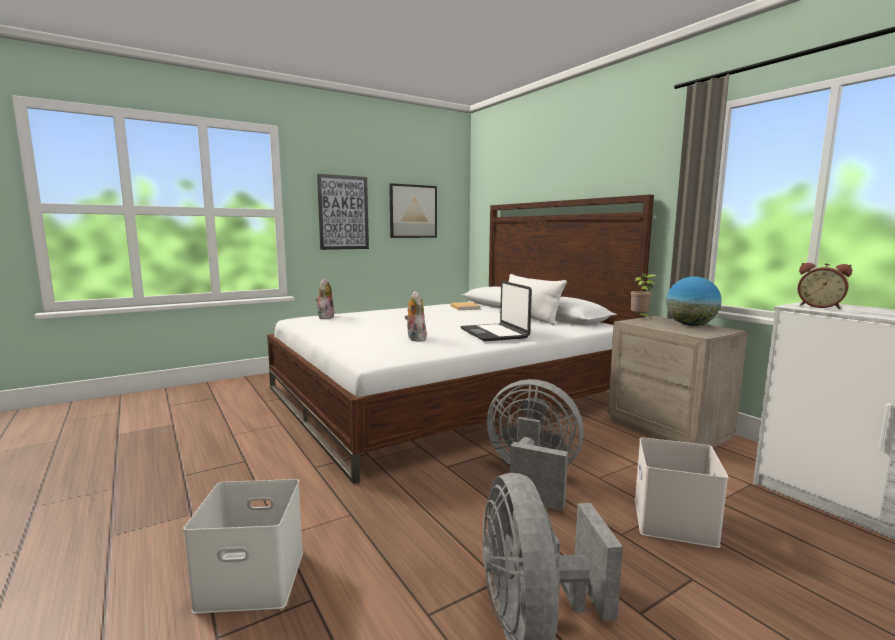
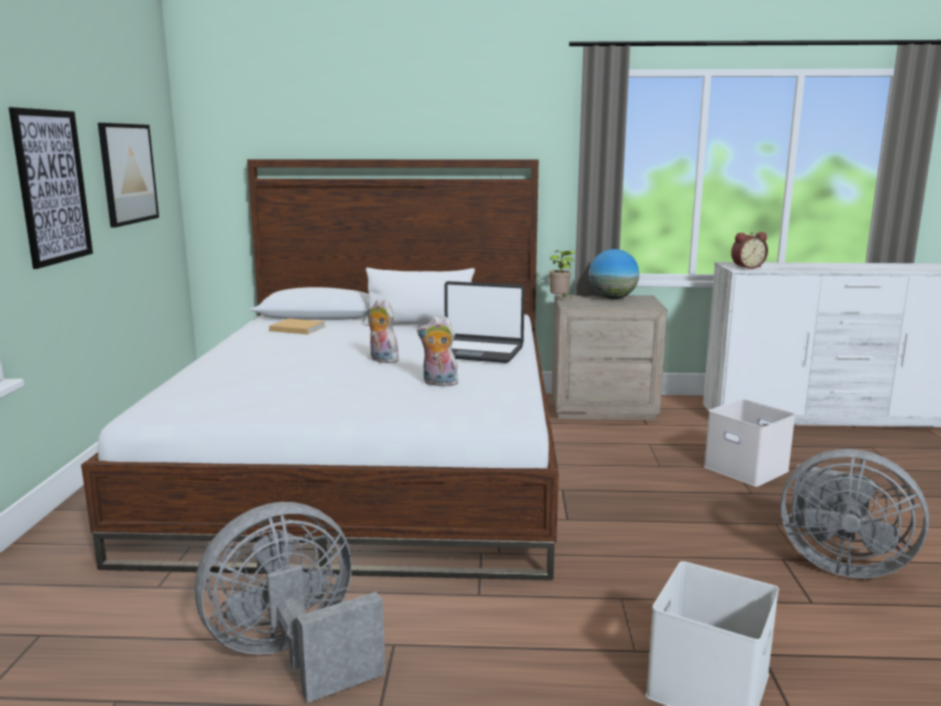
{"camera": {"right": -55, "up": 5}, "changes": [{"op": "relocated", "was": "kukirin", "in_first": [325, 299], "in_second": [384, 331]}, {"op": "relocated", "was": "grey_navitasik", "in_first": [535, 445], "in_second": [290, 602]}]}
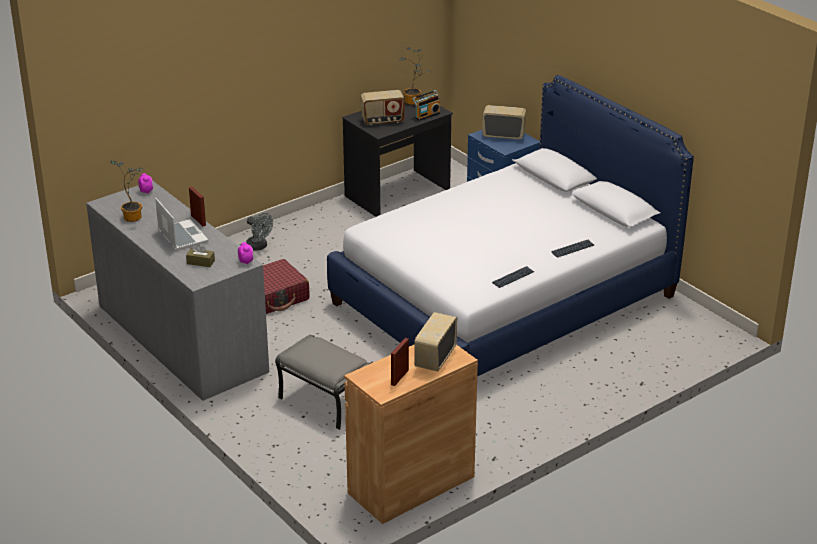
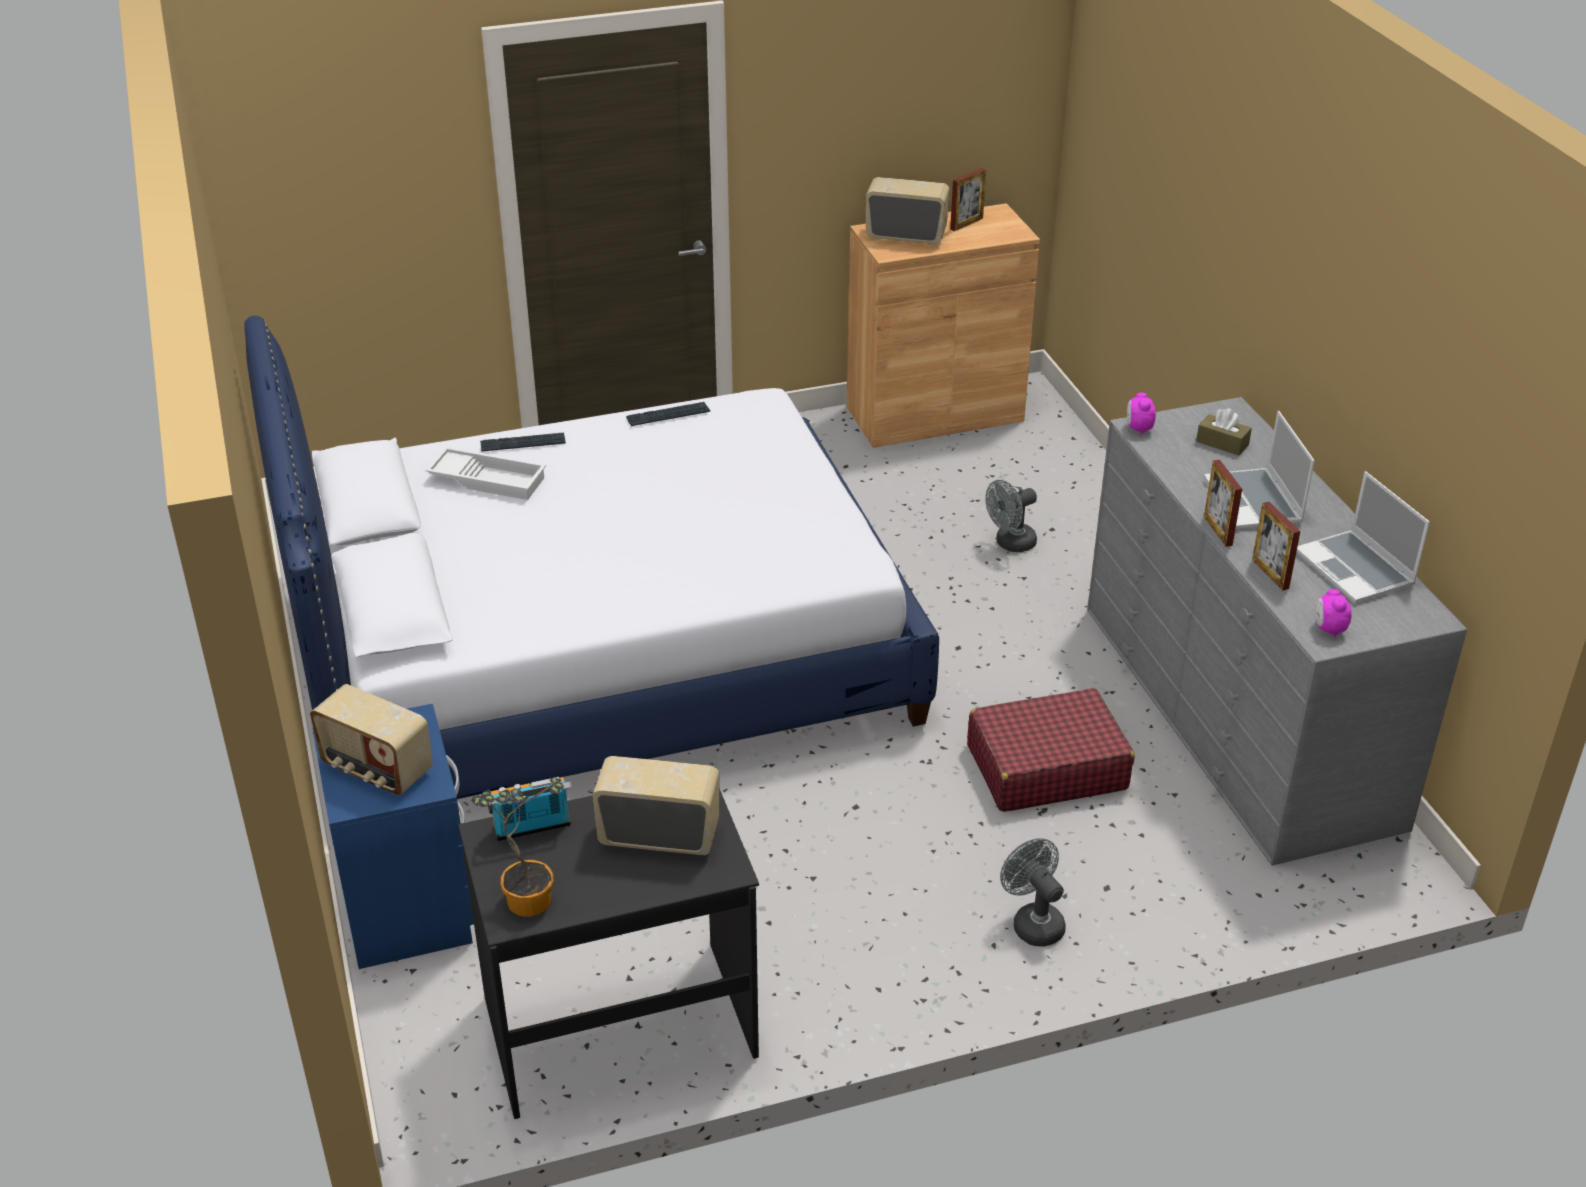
{"camera": {"right": -160, "up": 5}, "changes": [{"op": "appeared", "now": "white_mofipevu", "in_second": [485, 473]}, {"op": "appeared", "now": "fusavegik", "in_second": [1276, 546]}, {"op": "exchanged", "was": "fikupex", "now": "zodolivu", "in_first": [126, 191], "in_second": [1363, 537]}, {"op": "exchanged", "was": "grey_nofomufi", "now": "grey_navitasik", "in_first": [322, 382], "in_second": [1011, 516]}, {"op": "spun", "was": "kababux", "in_first": [435, 342], "in_second": [908, 210], "clockwise": -120}]}
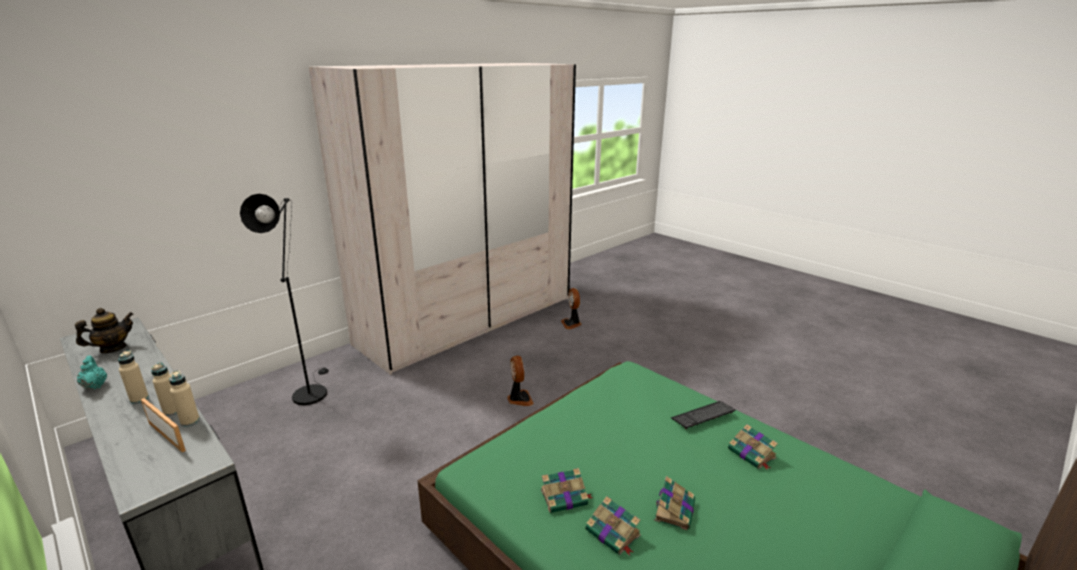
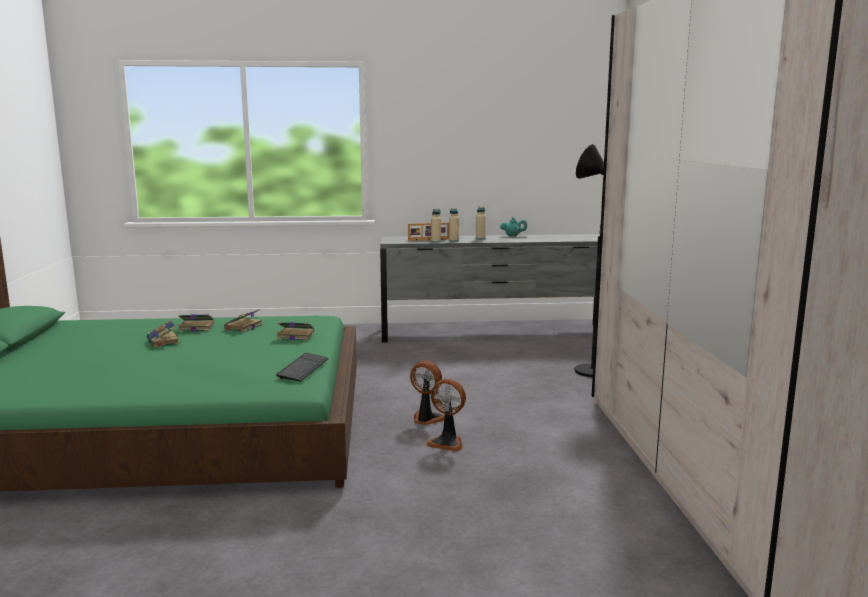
{"camera": {"right": 130, "up": -10}, "changes": [{"op": "missing", "was": "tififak", "in_first": [104, 330]}, {"op": "relocated", "was": "navitasik", "in_first": [571, 308], "in_second": [427, 392]}, {"op": "relocated", "was": "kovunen", "in_first": [703, 415], "in_second": [302, 367]}, {"op": "relocated", "was": "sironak", "in_first": [753, 447], "in_second": [295, 331]}]}
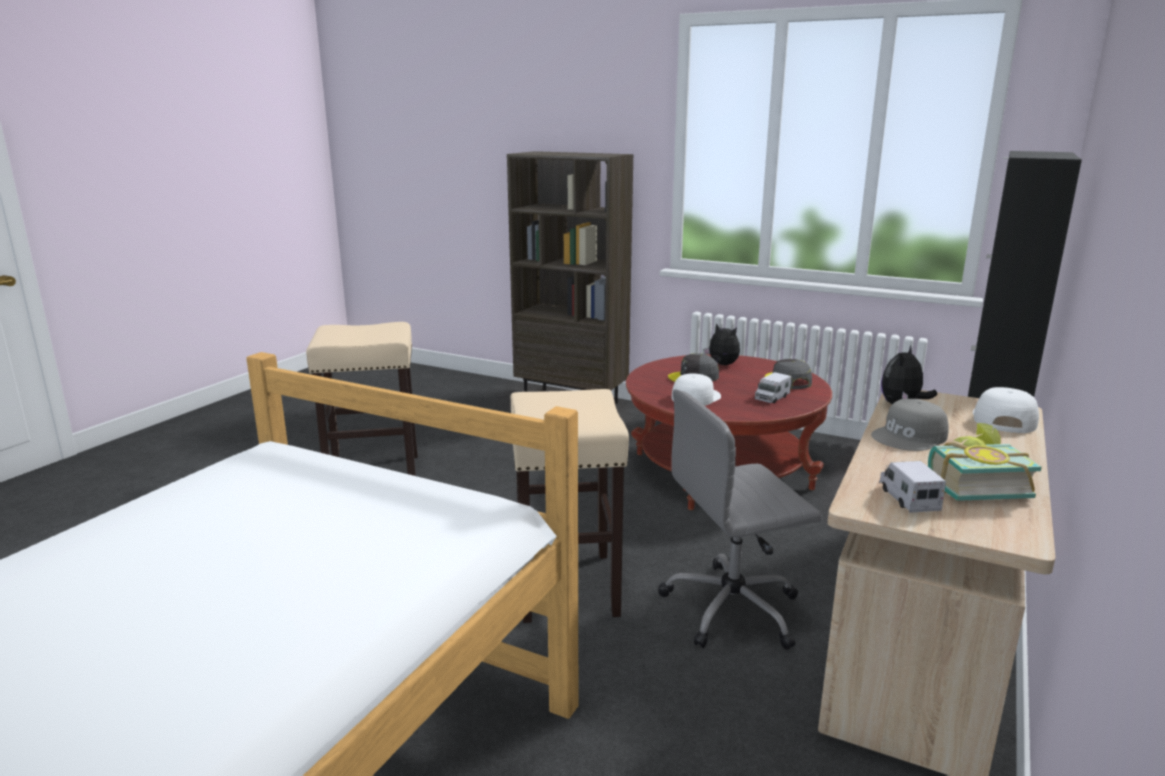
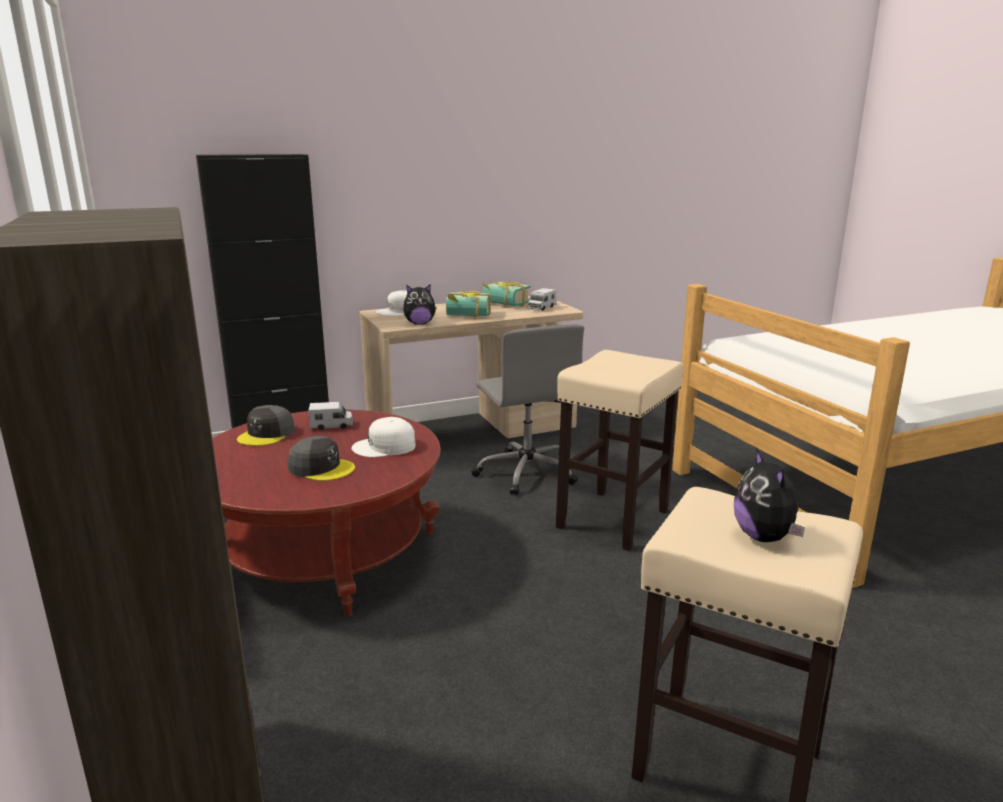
{"camera": {"right": -140, "up": 0}, "changes": [{"op": "relocated", "was": "kukirin", "in_first": [721, 344], "in_second": [769, 495]}, {"op": "exchanged", "was": "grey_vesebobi", "now": "sironak", "in_first": [910, 425], "in_second": [468, 304]}, {"op": "spun", "was": "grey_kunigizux", "in_first": [740, 519], "in_second": [527, 409], "clockwise": 45}]}
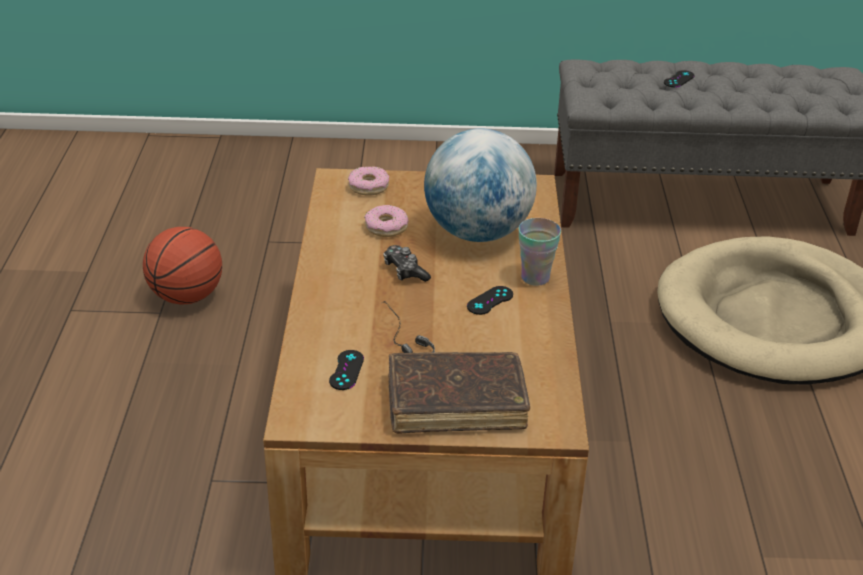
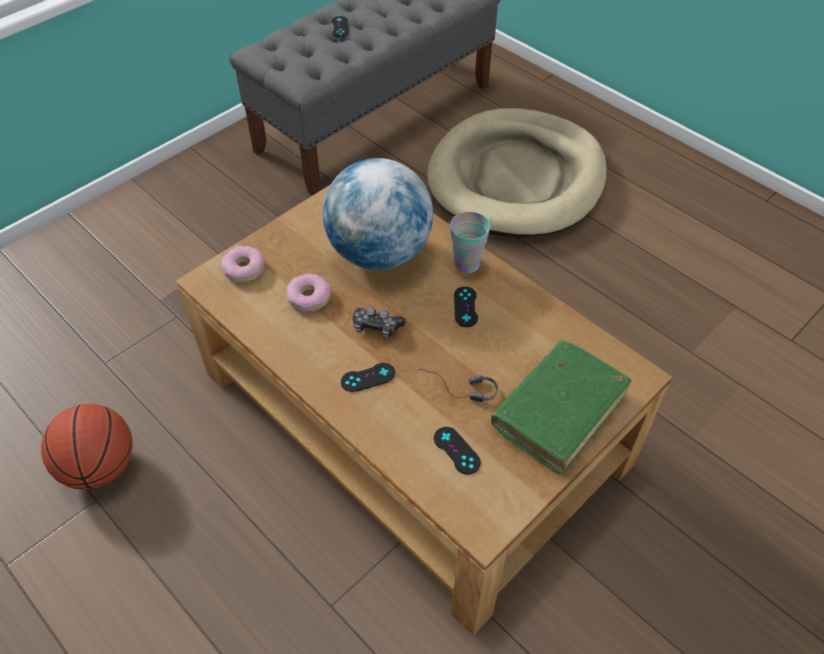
{"camera": {"right": -45, "up": 15}, "changes": [{"op": "appeared", "now": "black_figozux", "in_second": [368, 377]}, {"op": "colour", "was": "brown_sironak", "now": "green_sironak", "in_first": [459, 393], "in_second": [561, 407]}]}
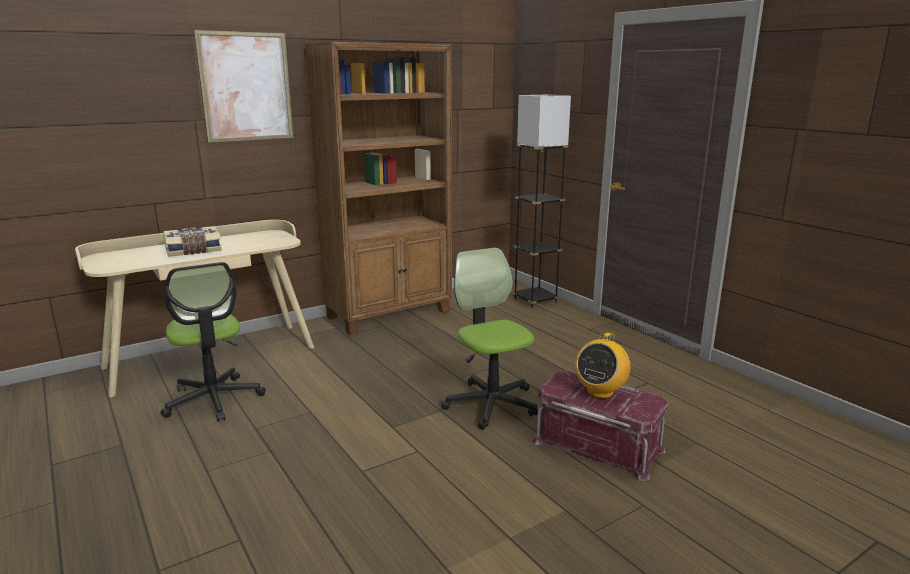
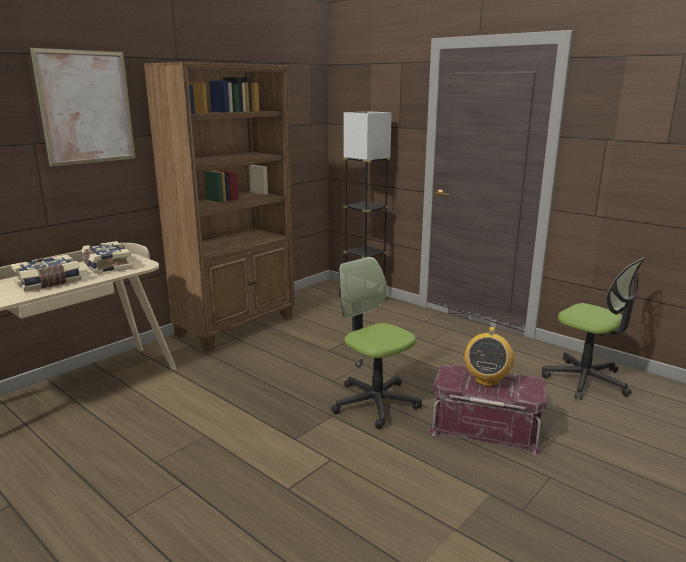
{"camera": {"right": -15, "up": 0}, "changes": [{"op": "appeared", "now": "sironak", "in_second": [107, 258]}, {"op": "relocated", "was": "kunigizux", "in_first": [213, 342], "in_second": [594, 328]}]}
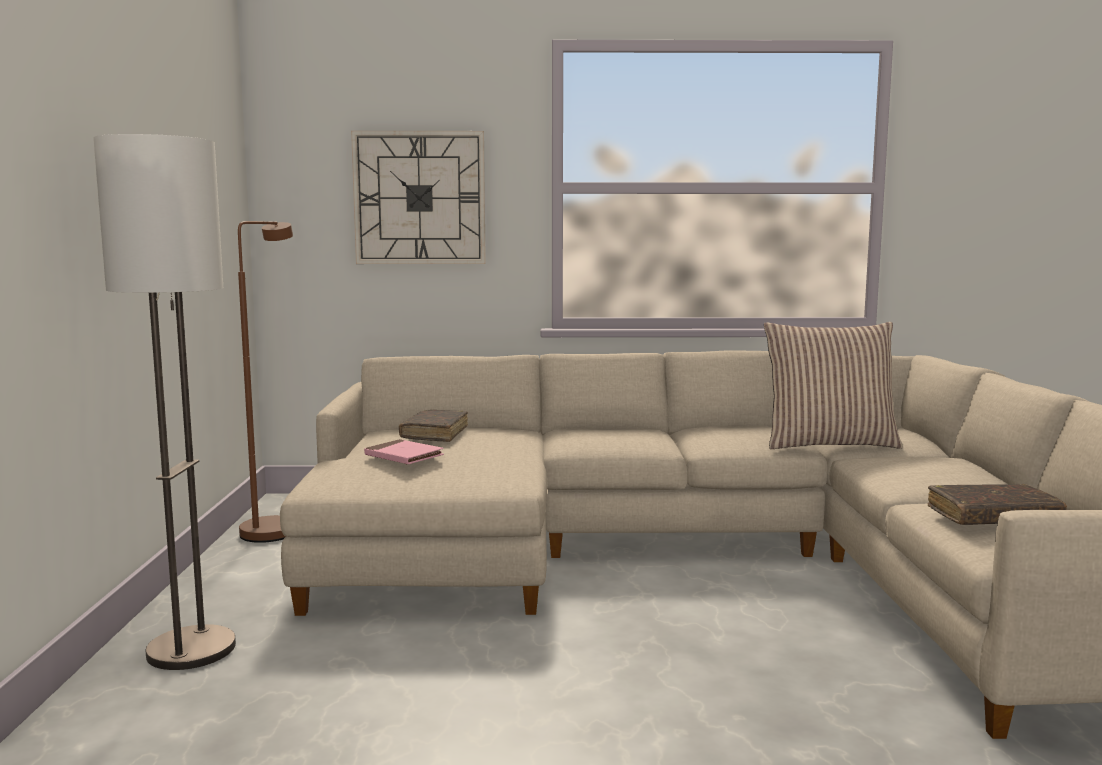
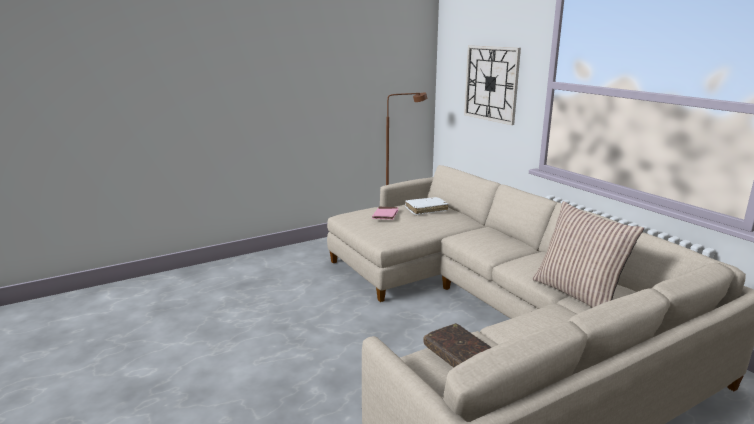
{"camera": {"right": 60, "up": 10}, "changes": [{"op": "missing", "was": "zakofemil", "in_first": [164, 402]}, {"op": "colour", "was": "brown_sironak", "now": "white_sironak", "in_first": [433, 426], "in_second": [426, 206]}]}
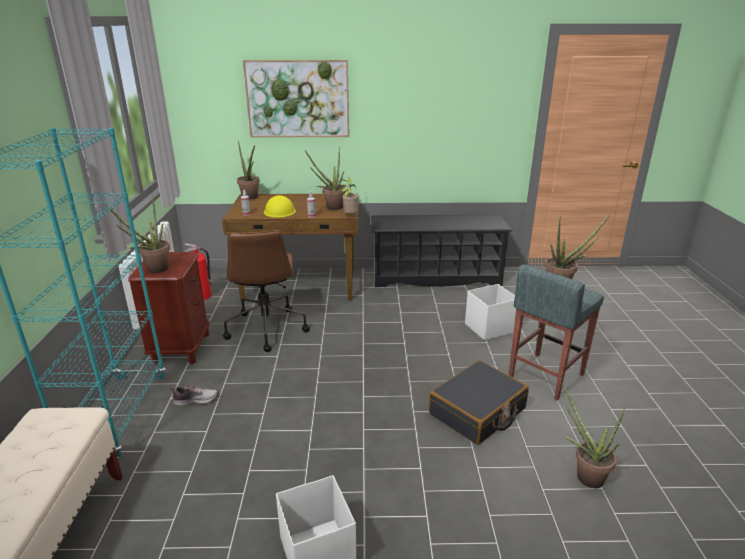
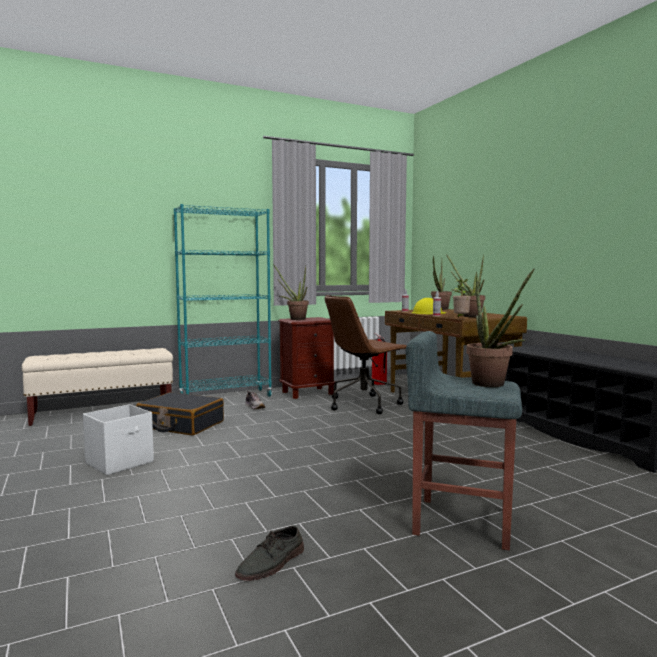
{"camera": {"right": 65, "up": -20}, "changes": [{"op": "missing", "was": "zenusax", "in_first": [296, 99]}, {"op": "missing", "was": "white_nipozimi", "in_first": [490, 312]}, {"op": "relocated", "was": "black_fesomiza", "in_first": [479, 402], "in_second": [180, 414]}, {"op": "exchanged", "was": "fikupex", "now": "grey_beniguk", "in_first": [593, 435], "in_second": [269, 553]}]}
